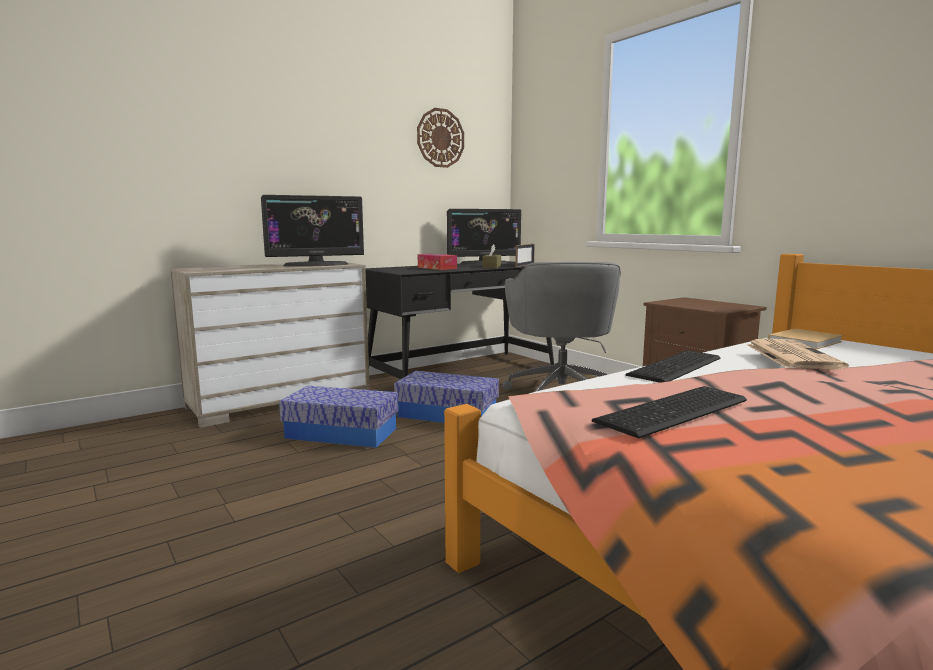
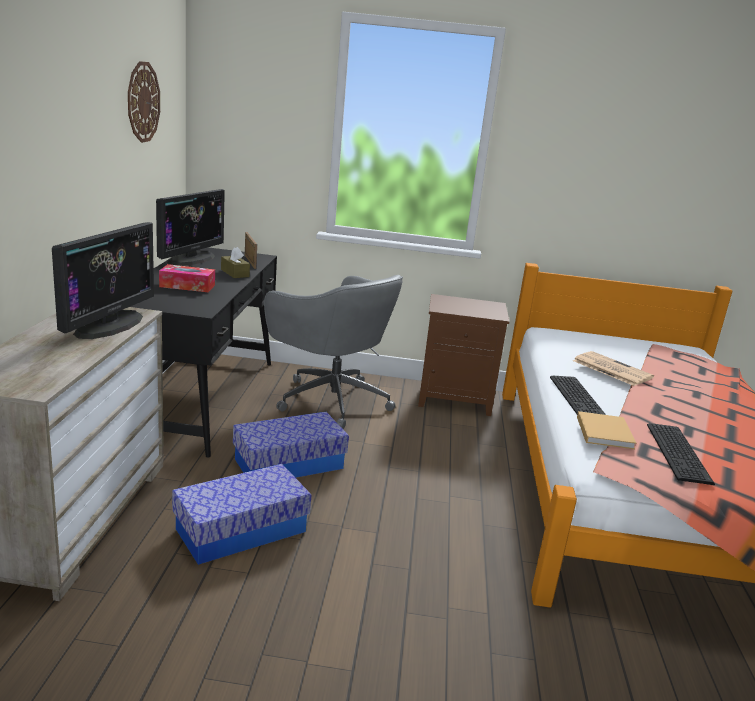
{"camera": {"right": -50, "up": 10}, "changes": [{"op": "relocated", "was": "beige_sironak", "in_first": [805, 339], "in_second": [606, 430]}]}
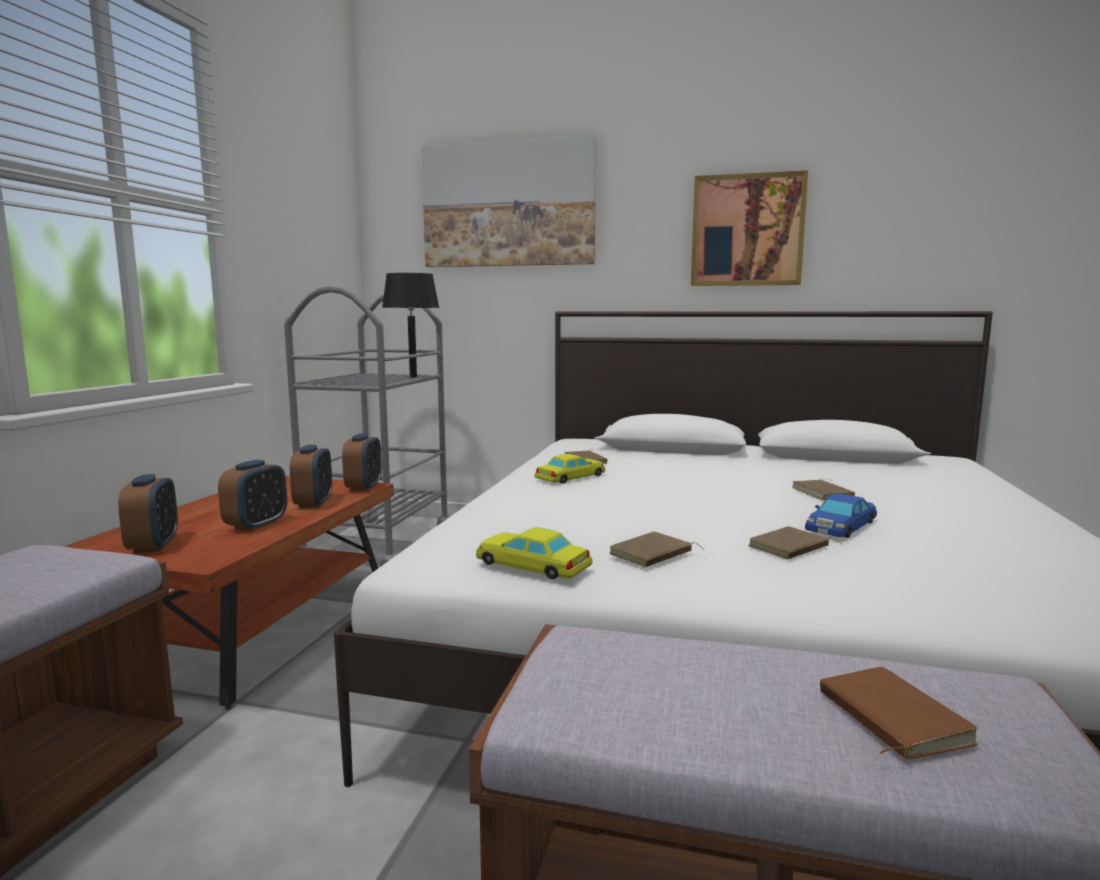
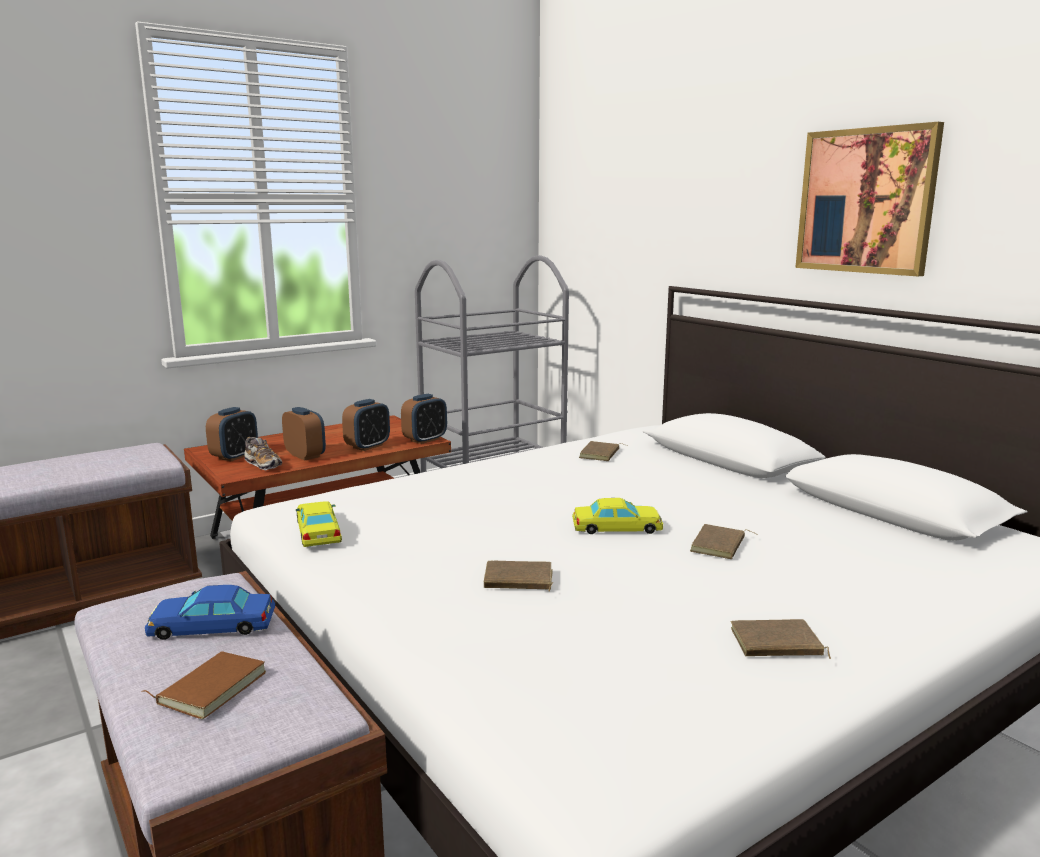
{"camera": {"right": 40, "up": 5}, "changes": [{"op": "missing", "was": "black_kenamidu", "in_first": [410, 325]}, {"op": "missing", "was": "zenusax", "in_first": [508, 200]}, {"op": "appeared", "now": "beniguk", "in_second": [263, 453]}, {"op": "relocated", "was": "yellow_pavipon", "in_first": [569, 469], "in_second": [617, 516]}, {"op": "relocated", "was": "brown_sironak", "in_first": [656, 549], "in_second": [781, 639]}, {"op": "relocated", "was": "blue_pavipon", "in_first": [841, 516], "in_second": [210, 612]}, {"op": "spun", "was": "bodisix", "in_first": [252, 495], "in_second": [304, 434], "clockwise": -105}]}
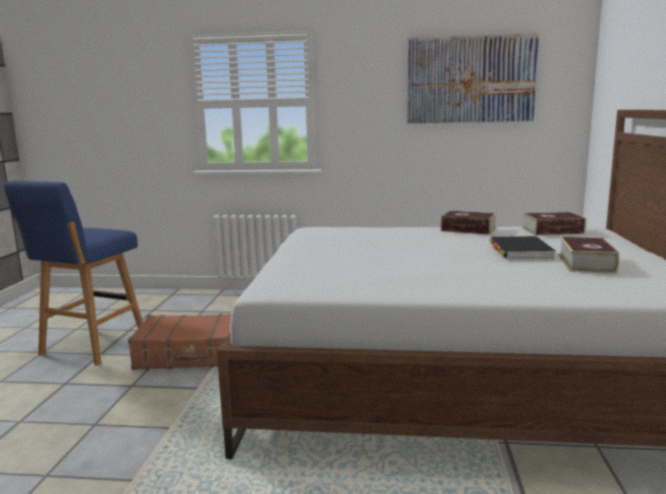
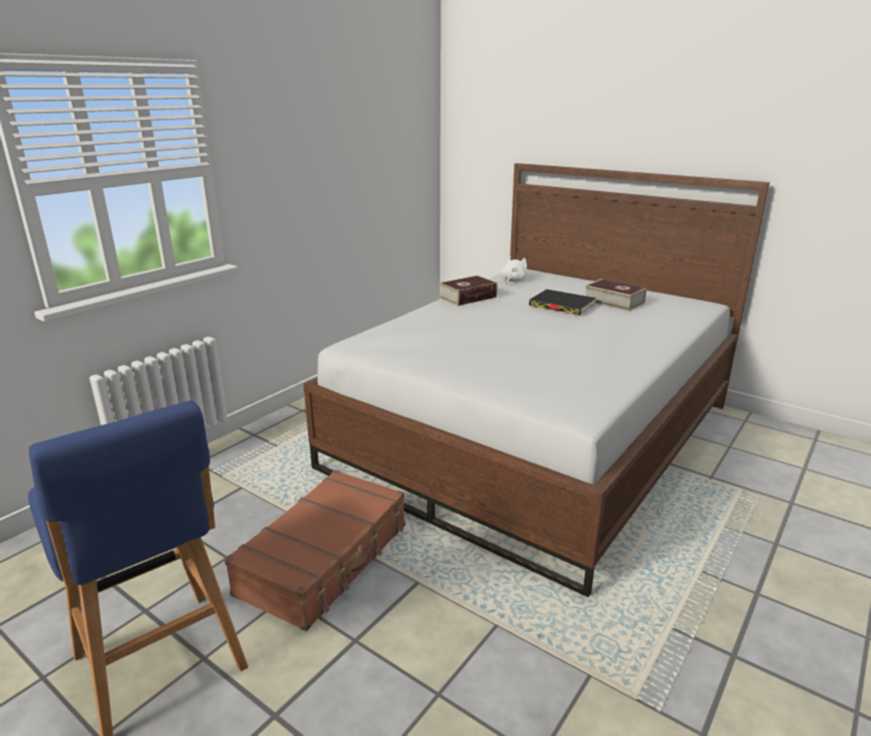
{"camera": {"right": -60, "up": 10}, "changes": [{"op": "missing", "was": "zenusax", "in_first": [473, 78]}, {"op": "exchanged", "was": "sironak", "now": "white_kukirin", "in_first": [554, 223], "in_second": [514, 270]}]}
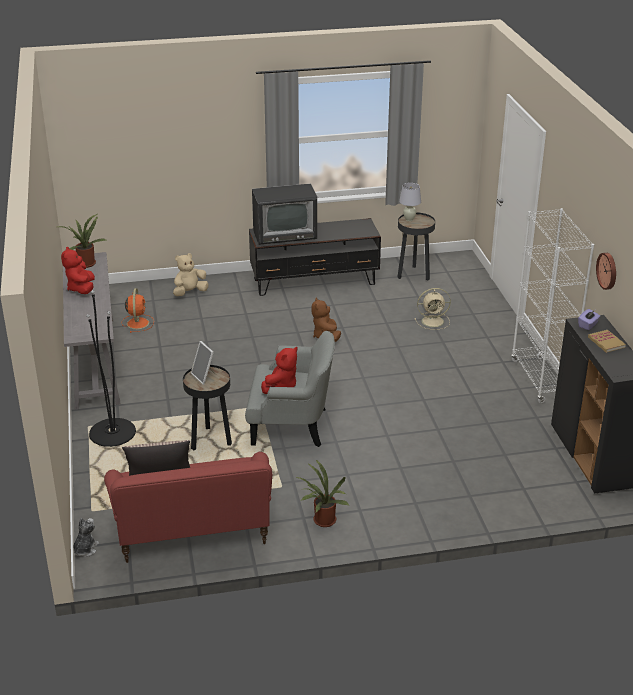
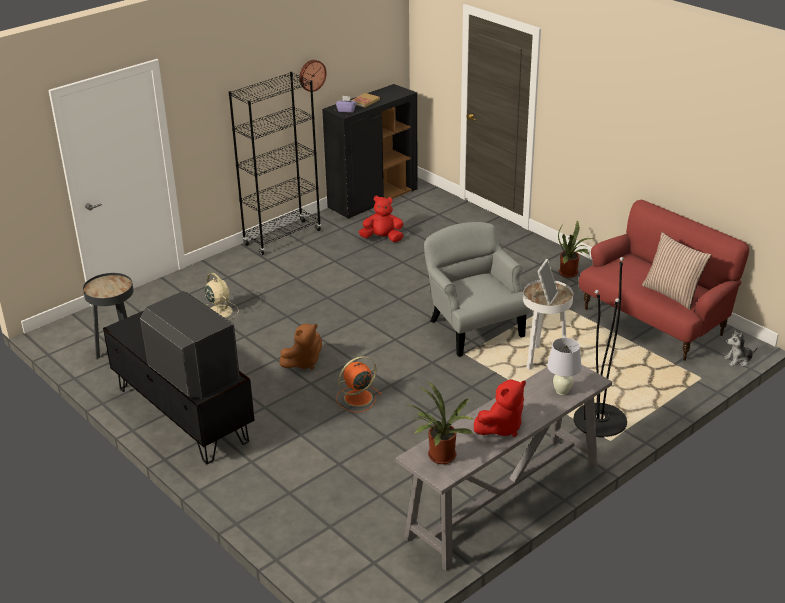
{"camera": {"right": -120, "up": 0}, "changes": [{"op": "missing", "was": "beige_kukirin", "in_first": [190, 274]}, {"op": "relocated", "was": "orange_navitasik", "in_first": [138, 310], "in_second": [358, 384]}, {"op": "relocated", "was": "red_kukirin", "in_first": [279, 370], "in_second": [381, 219]}, {"op": "relocated", "was": "white_kenamidu", "in_first": [410, 202], "in_second": [564, 366]}, {"op": "colour", "was": "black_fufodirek", "now": "white_fufodirek", "in_first": [207, 408], "in_second": [548, 325]}, {"op": "colour", "was": "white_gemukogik", "now": "black_gemukogik", "in_first": [552, 305], "in_second": [275, 163]}]}
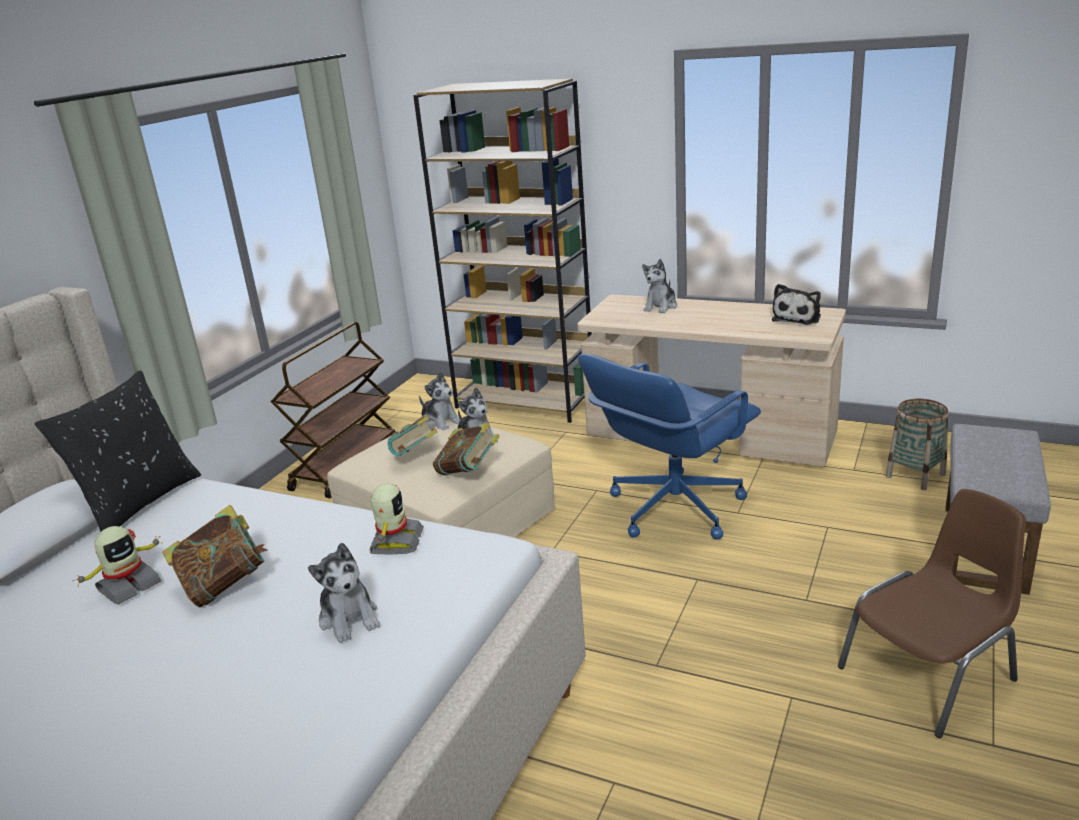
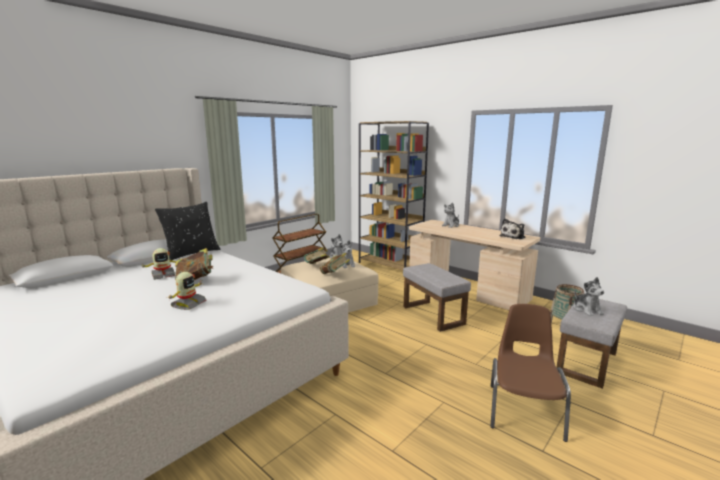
{"camera": {"right": 15, "up": -10}, "changes": [{"op": "relocated", "was": "kukirin", "in_first": [344, 593], "in_second": [589, 296]}, {"op": "relocated", "was": "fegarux", "in_first": [396, 519], "in_second": [188, 291]}, {"op": "exchanged", "was": "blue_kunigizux", "now": "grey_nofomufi", "in_first": [669, 447], "in_second": [437, 297]}, {"op": "spun", "was": "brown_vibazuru", "in_first": [932, 613], "in_second": [530, 373], "clockwise": -60}]}
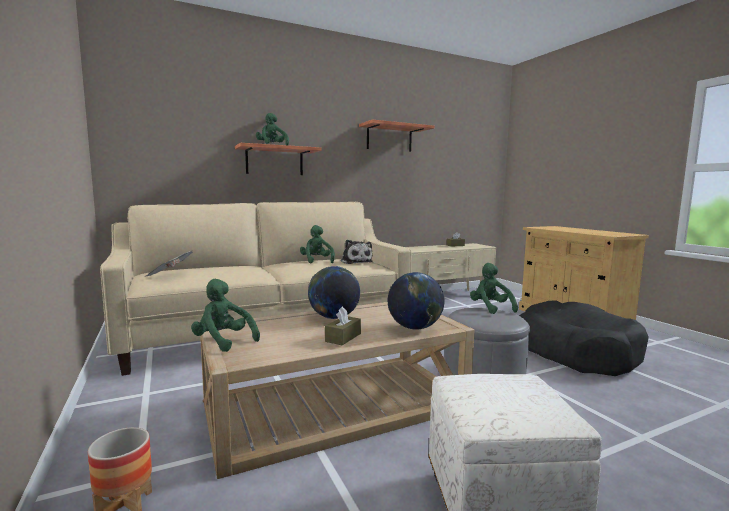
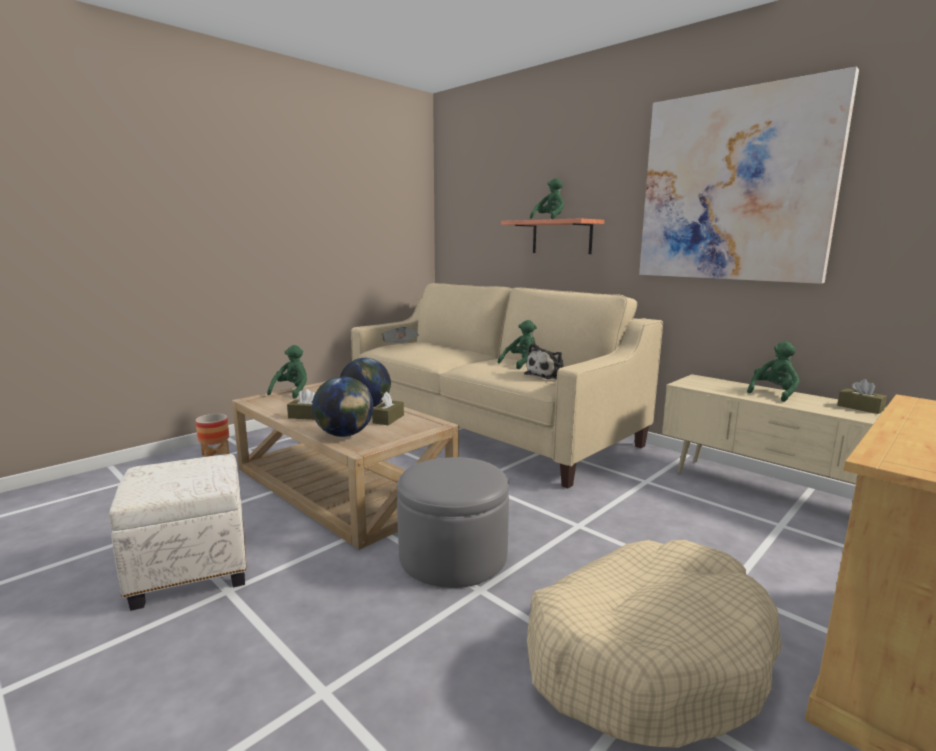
{"camera": {"right": 70, "up": 5}, "changes": [{"op": "appeared", "now": "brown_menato", "in_second": [388, 408]}, {"op": "relocated", "was": "green_kukirin", "in_first": [494, 288], "in_second": [773, 371]}, {"op": "exchanged", "was": "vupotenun", "now": "zenusax", "in_first": [396, 136], "in_second": [749, 175]}, {"op": "colour", "was": "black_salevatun", "now": "beige_salevatun", "in_first": [584, 338], "in_second": [654, 644]}]}
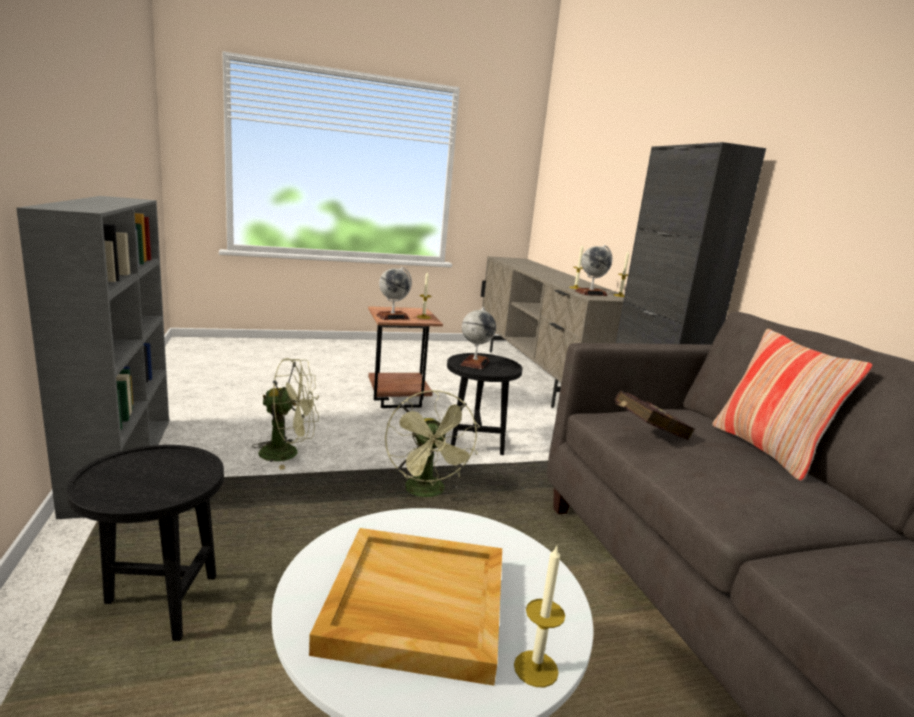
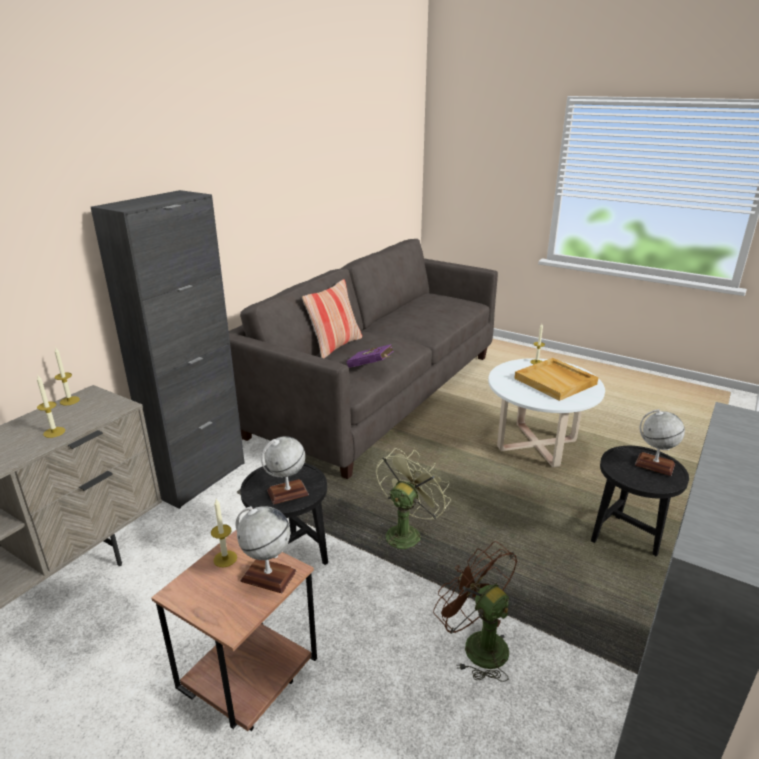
{"camera": {"right": -130, "up": 10}, "changes": [{"op": "relocated", "was": "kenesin", "in_first": [593, 270], "in_second": [660, 442]}, {"op": "colour", "was": "green_navitasik", "now": "brown_navitasik", "in_first": [285, 414], "in_second": [475, 611]}, {"op": "colour", "was": "red_sironak", "now": "purple_sironak", "in_first": [654, 415], "in_second": [369, 356]}]}
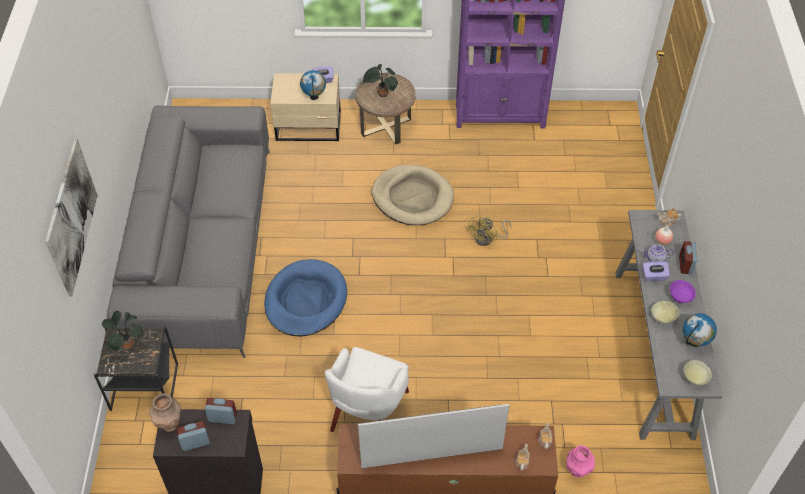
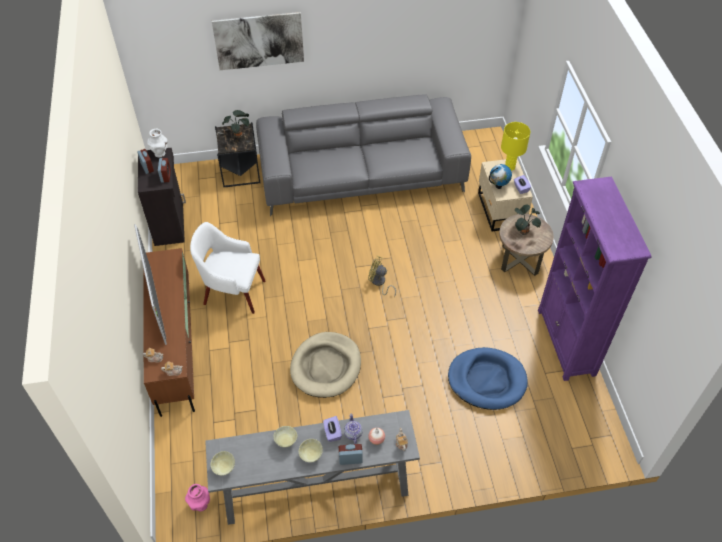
{"camera": {"right": 80, "up": 0}, "changes": [{"op": "missing", "was": "kenesin", "in_first": [700, 330]}, {"op": "appeared", "now": "yellow_kenamidu", "in_second": [515, 146]}, {"op": "relocated", "was": "blue_salevatun", "in_first": [305, 298], "in_second": [488, 378]}, {"op": "relocated", "was": "beige_salevatun", "in_first": [413, 194], "in_second": [325, 365]}, {"op": "relocated", "was": "yellow_navitasik", "in_first": [489, 230], "in_second": [382, 276]}, {"op": "relocated", "was": "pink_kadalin", "in_first": [580, 461], "in_second": [197, 498]}, {"op": "colour", "was": "brown_kadalin", "now": "white_kadalin", "in_first": [165, 412], "in_second": [157, 143]}, {"op": "colour", "was": "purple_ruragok", "now": "beige_ruragok", "in_first": [683, 291], "in_second": [311, 450]}]}
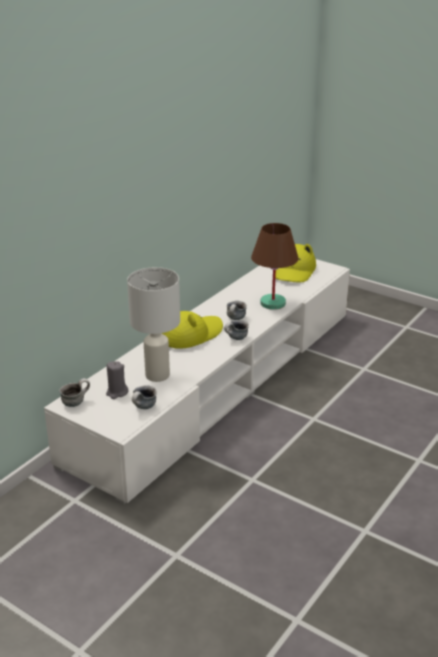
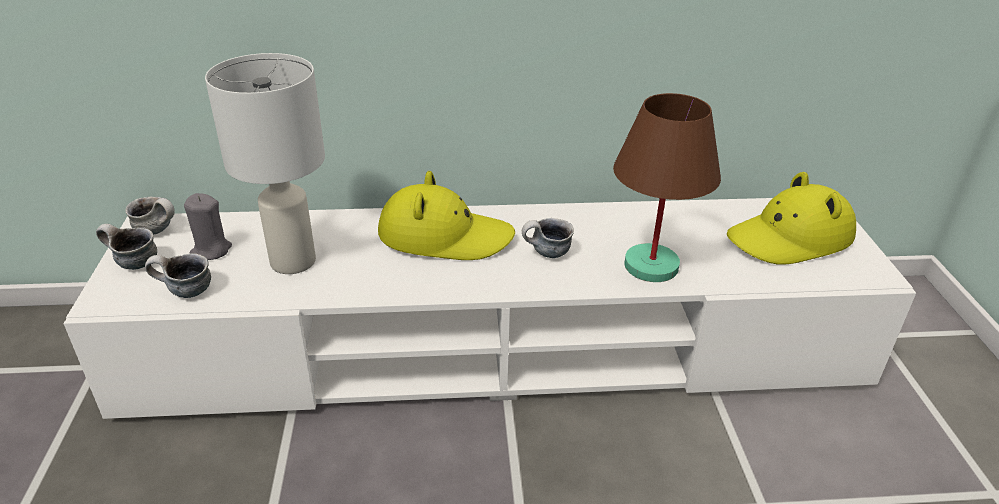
{"camera": {"right": 50, "up": 5}, "changes": [{"op": "relocated", "was": "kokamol", "in_first": [236, 330], "in_second": [126, 247]}]}
